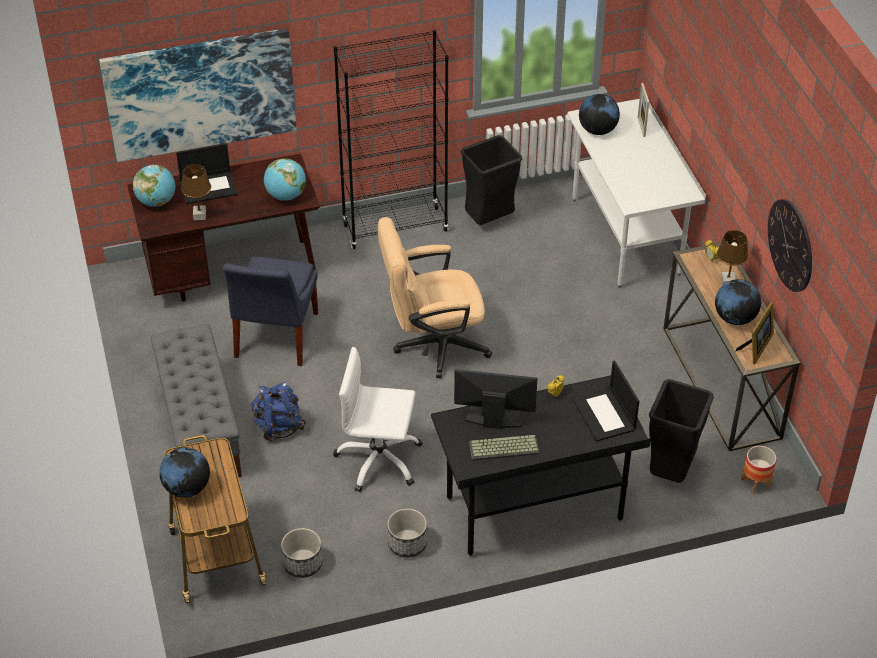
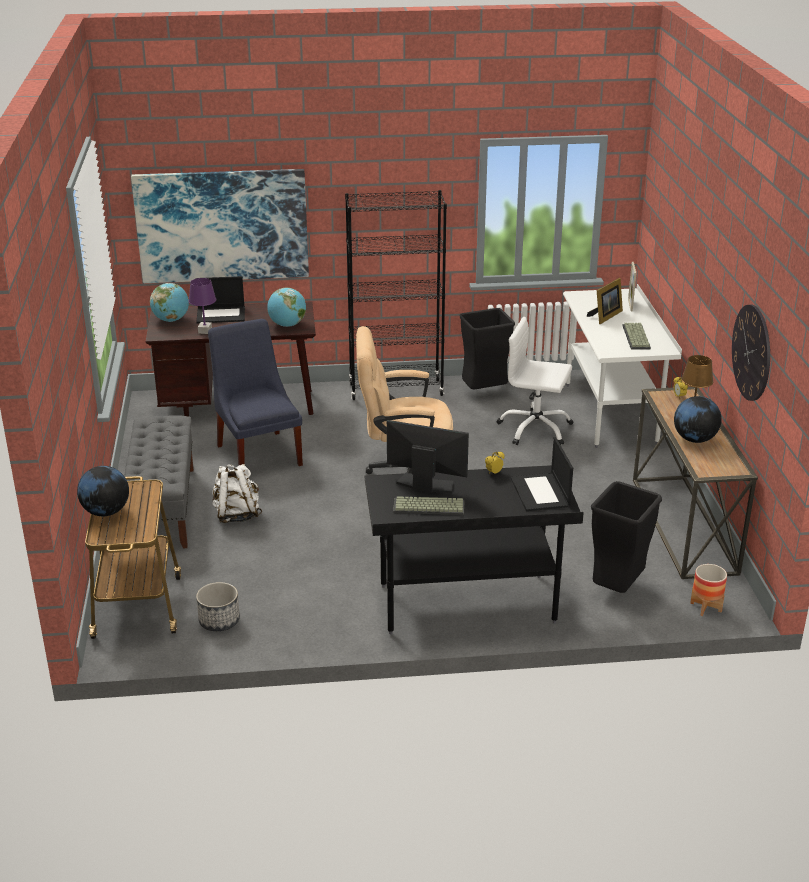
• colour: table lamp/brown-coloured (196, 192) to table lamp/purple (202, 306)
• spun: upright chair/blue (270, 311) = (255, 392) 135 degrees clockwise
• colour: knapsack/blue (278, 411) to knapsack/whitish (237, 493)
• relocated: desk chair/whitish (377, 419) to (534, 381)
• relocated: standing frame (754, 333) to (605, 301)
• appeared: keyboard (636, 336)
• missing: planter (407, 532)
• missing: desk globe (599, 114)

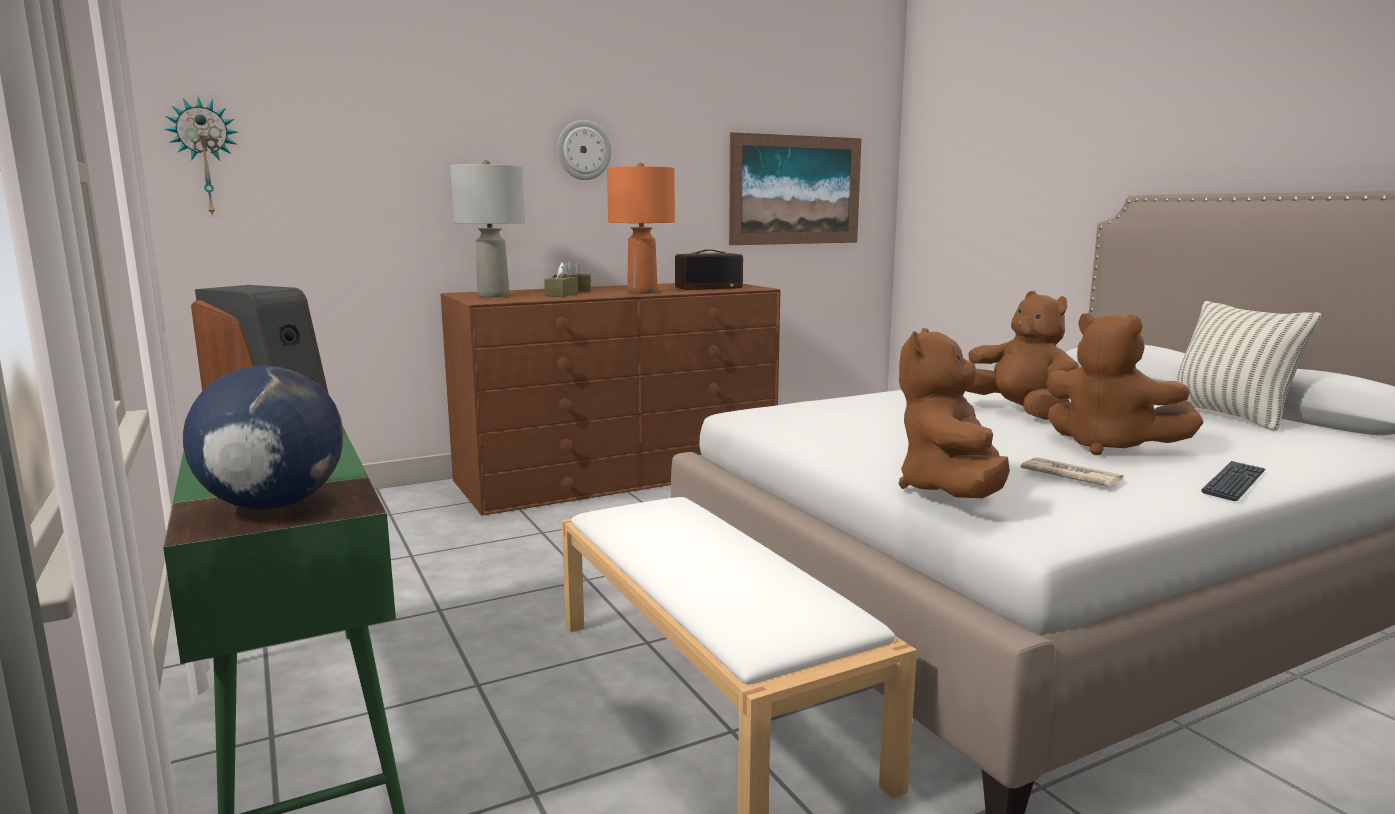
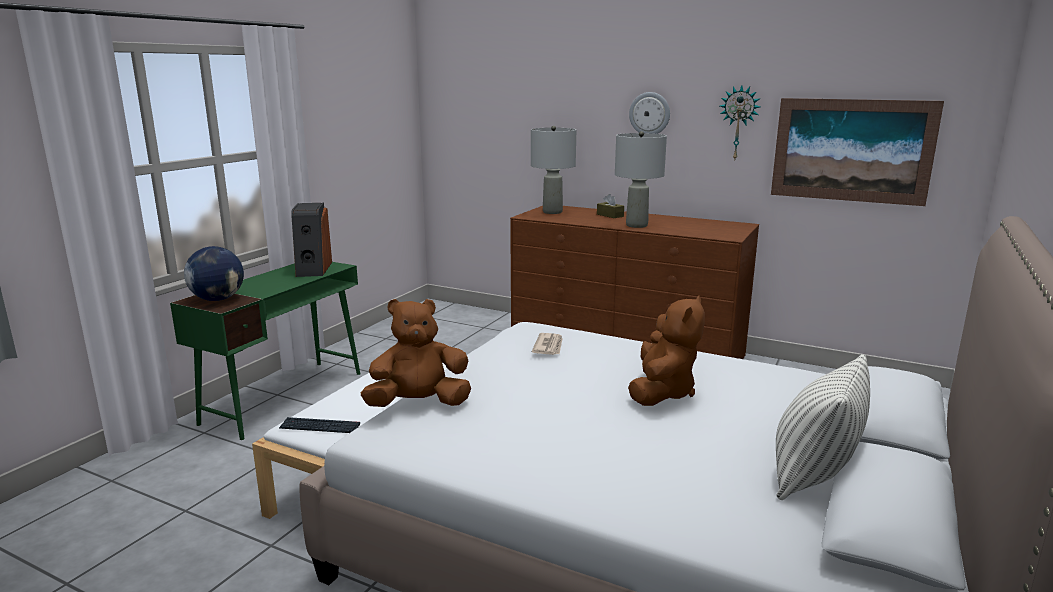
• relocated: keyboard (1233, 481) to (319, 425)
• relocated: newspaper (1072, 471) to (547, 344)
• colour: table lamp/orange (641, 228) to table lamp/grey (641, 179)
• relocated: hanging clock (200, 157) to (740, 122)
• missing: box of tissues/brown-coloured (561, 279)
• missing: radio (709, 269)
• missing: plush toy/brown-coloured (1125, 384)

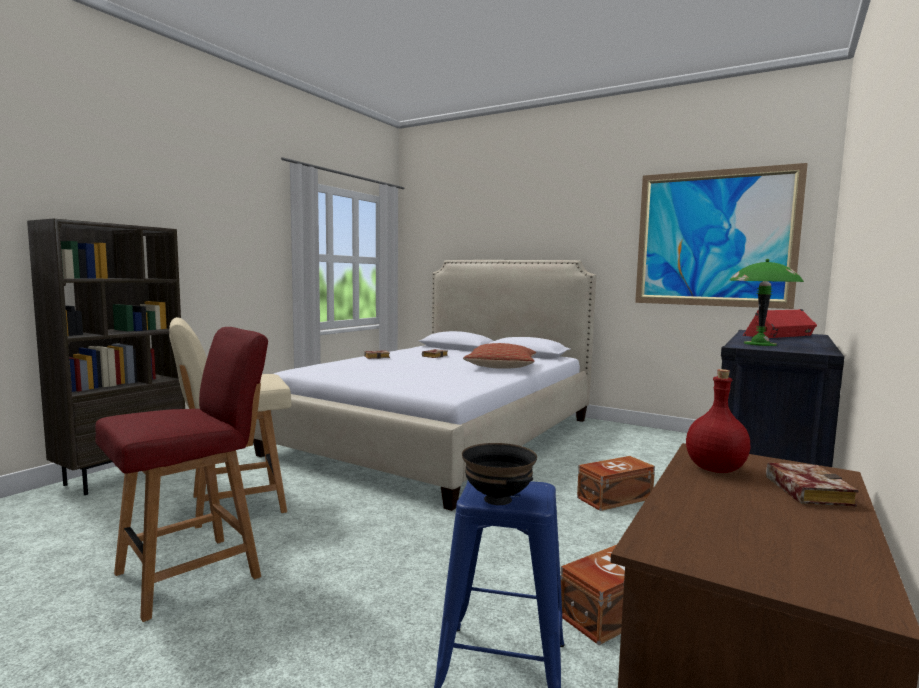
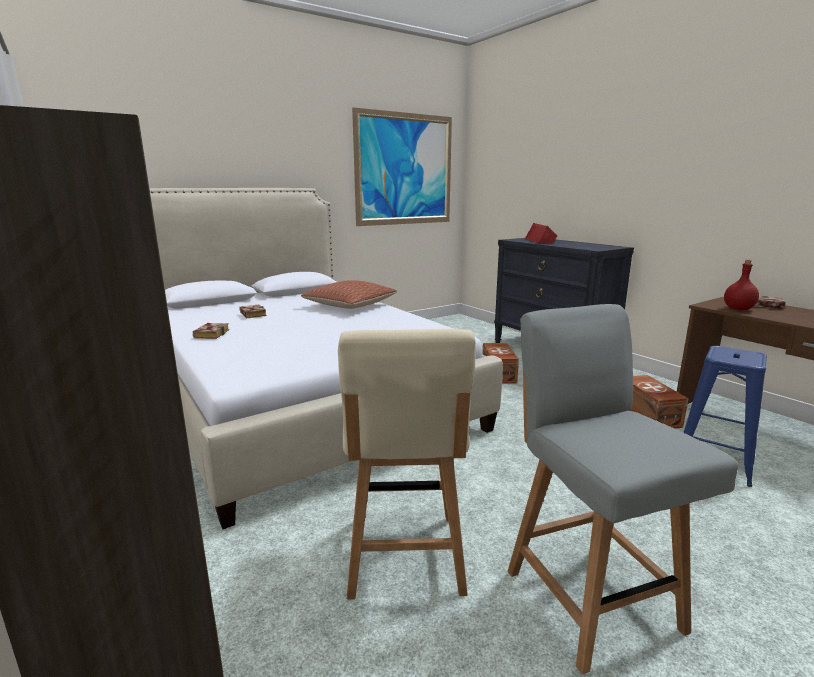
• colour: upright chair/red-coloured (181, 474) to upright chair/grey (623, 489)
• missing: bowl/black-coloured (499, 474)
• missing: table lamp/green-coloured (766, 302)

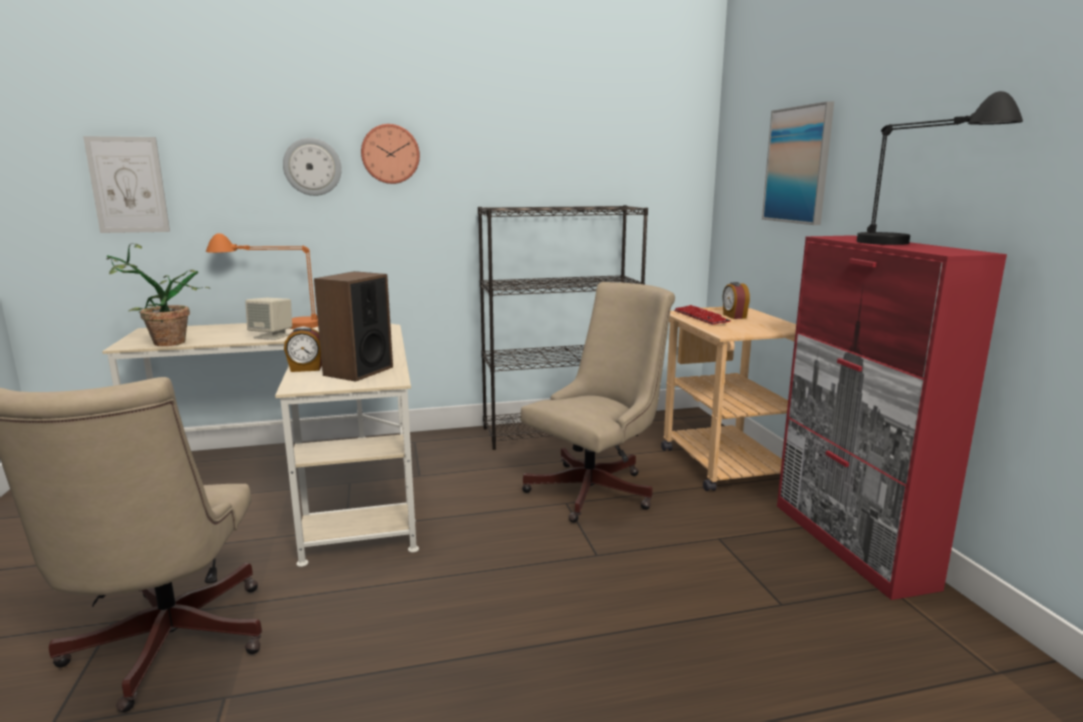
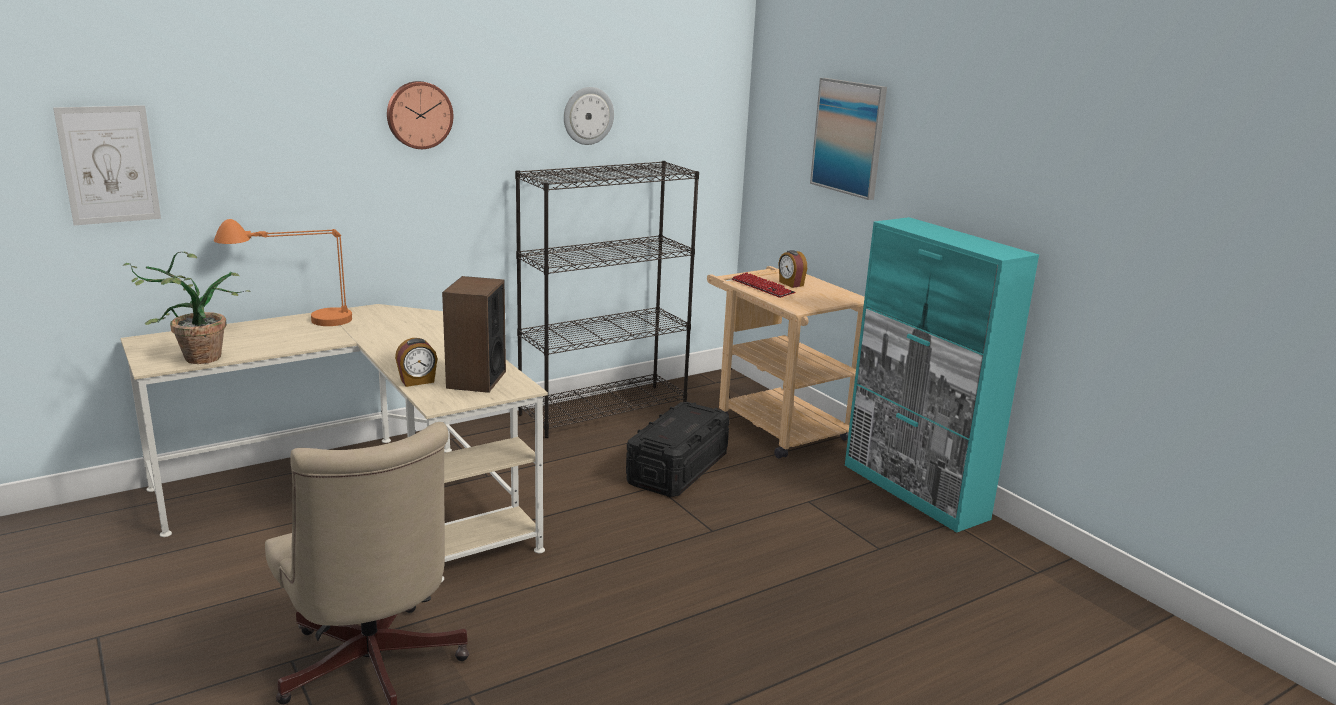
• relocated: hanging clock (312, 167) to (589, 116)
• exchanged: desk chair/sand-coloured (597, 402) to storage bin/black-coloured (678, 449)
• colour: storage cabinet/red-coloured (892, 417) to storage cabinet/turquoise-coloured (942, 375)
• missing: speaker/sand-coloured (268, 319)
• missing: table lamp/black-coloured (940, 168)

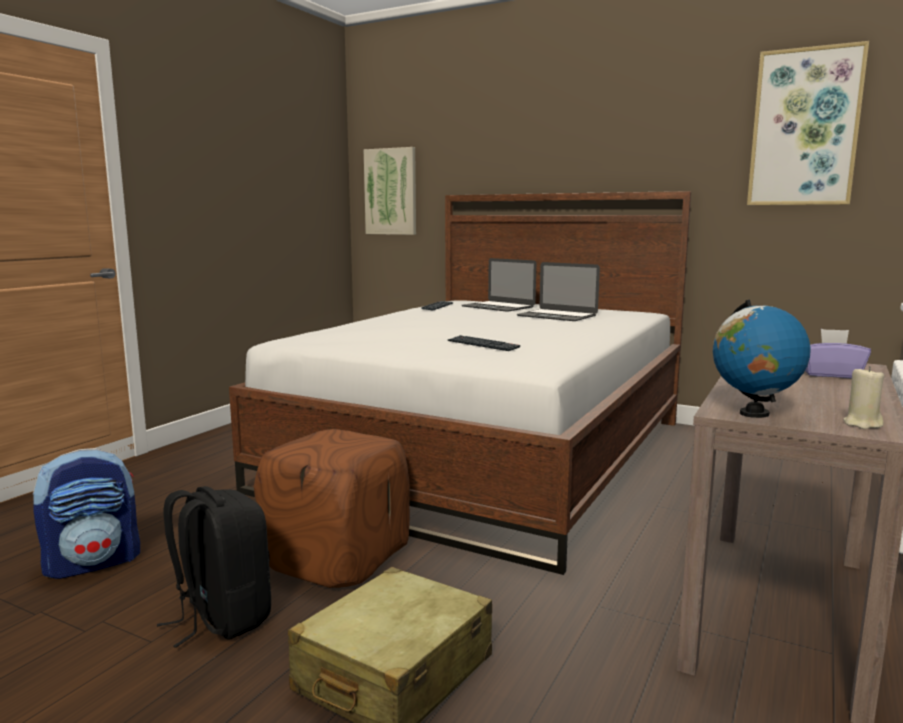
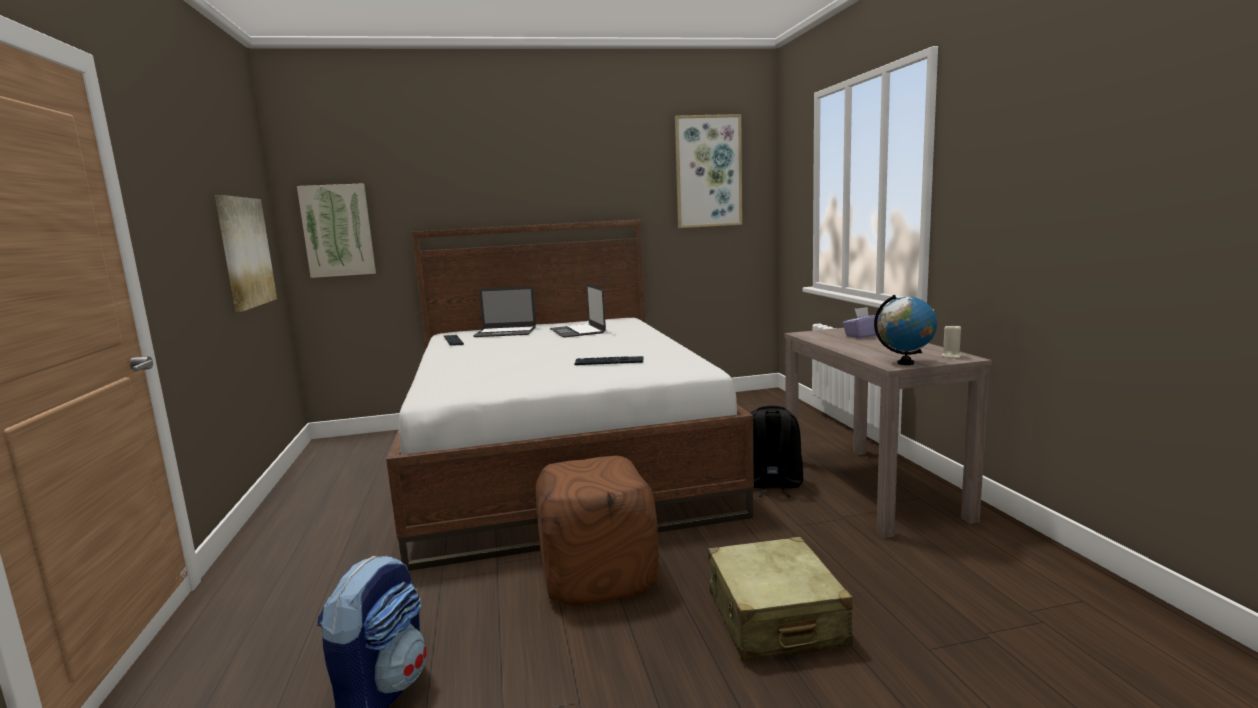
• appeared: wall art (246, 253)
• spun: laptop (558, 291) = (578, 310) 75 degrees clockwise
• relocated: knapsack/black-coloured (214, 567) to (776, 451)

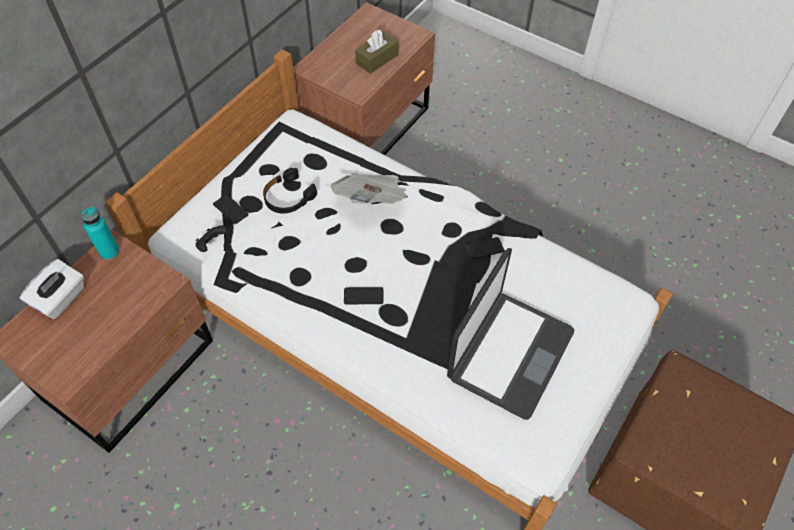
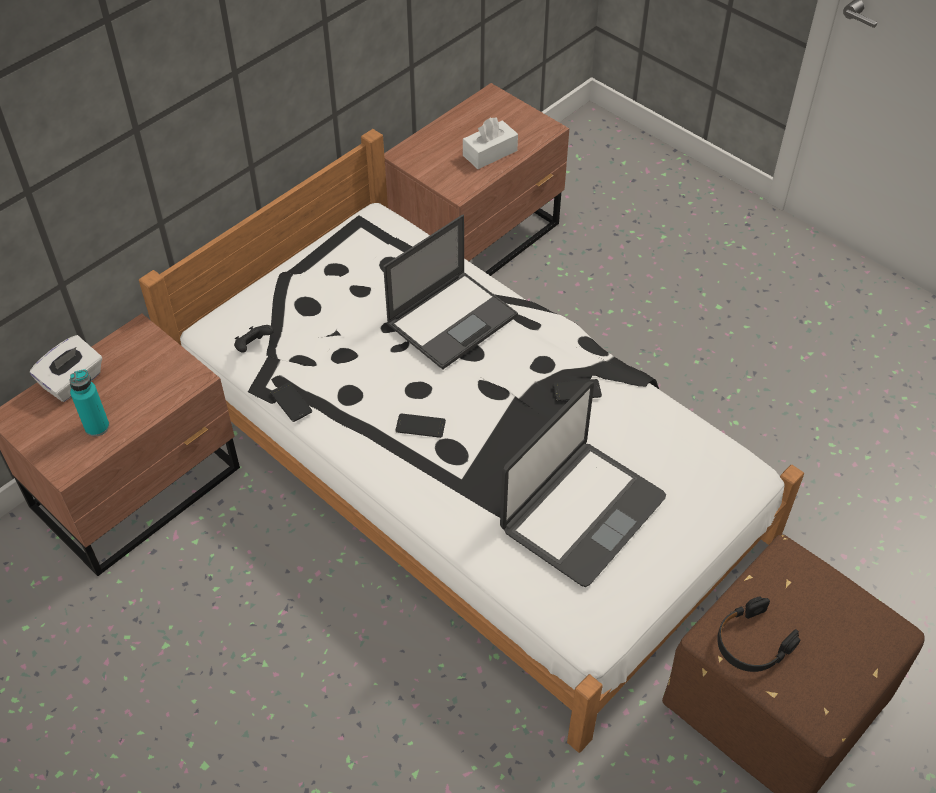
• relocated: drink bottle/turquoise-coloured (100, 233) to (89, 402)
• relocated: telephone (231, 209) to (291, 402)
• exchanged: newspaper (369, 188) to laptop (450, 292)
• colour: box of tissues/brown-coloured (377, 52) to box of tissues/whitish (490, 143)
• relocated: headphones/black-coloured (290, 191) to (758, 634)

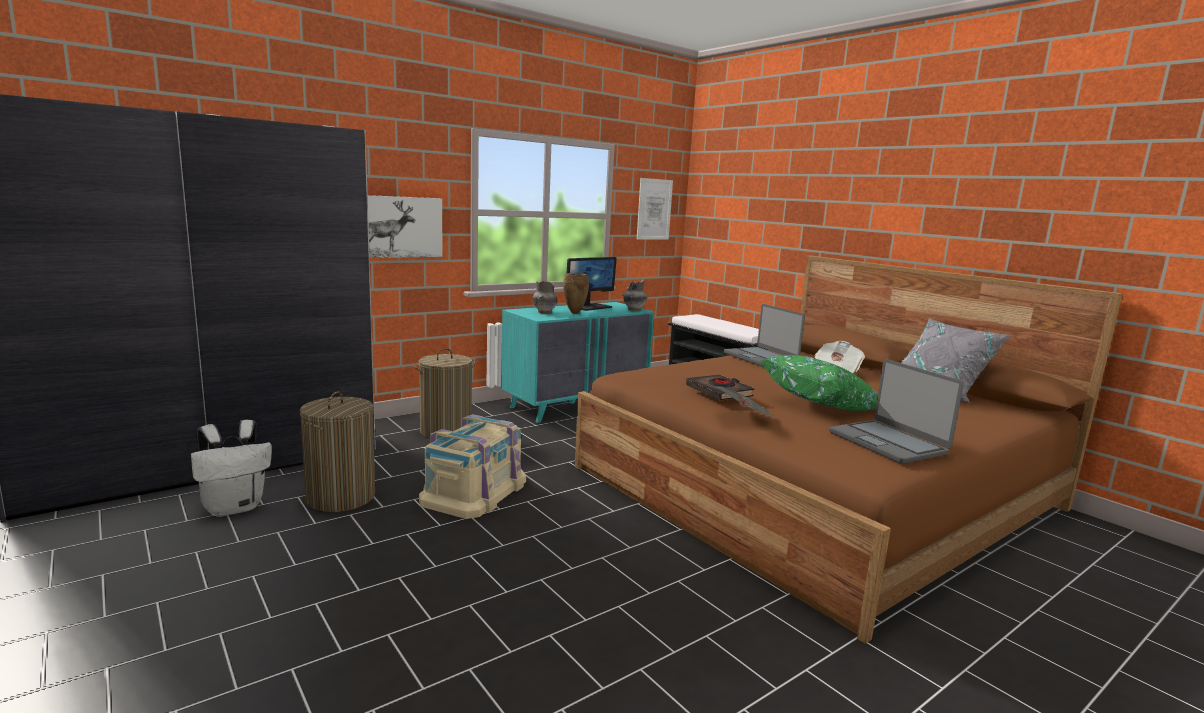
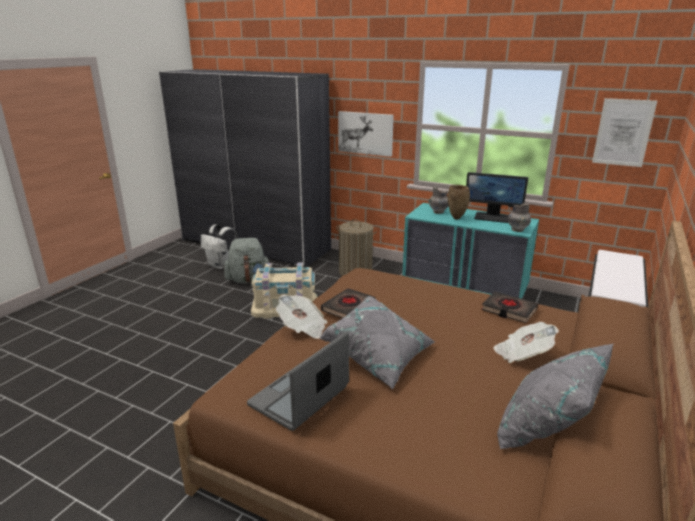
• exchanged: laundry basket (337, 451) to knapsack/grey (246, 260)
• colour: pillow/green-coloured (819, 383) to pillow/grey (377, 342)
• exchanged: laptop (764, 335) to bound book/black-coloured (509, 307)

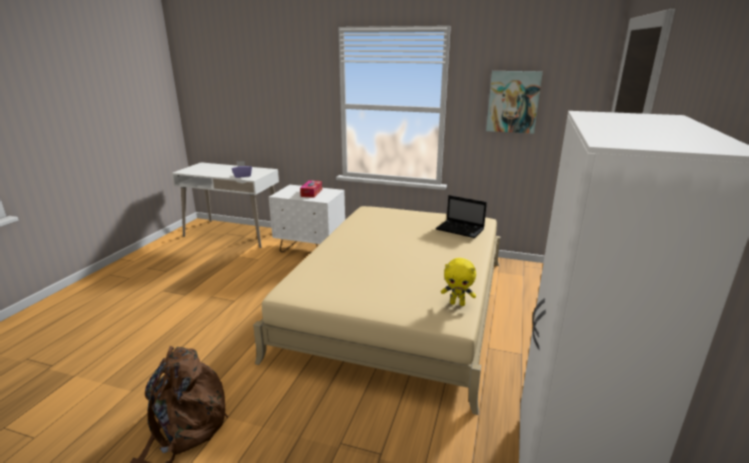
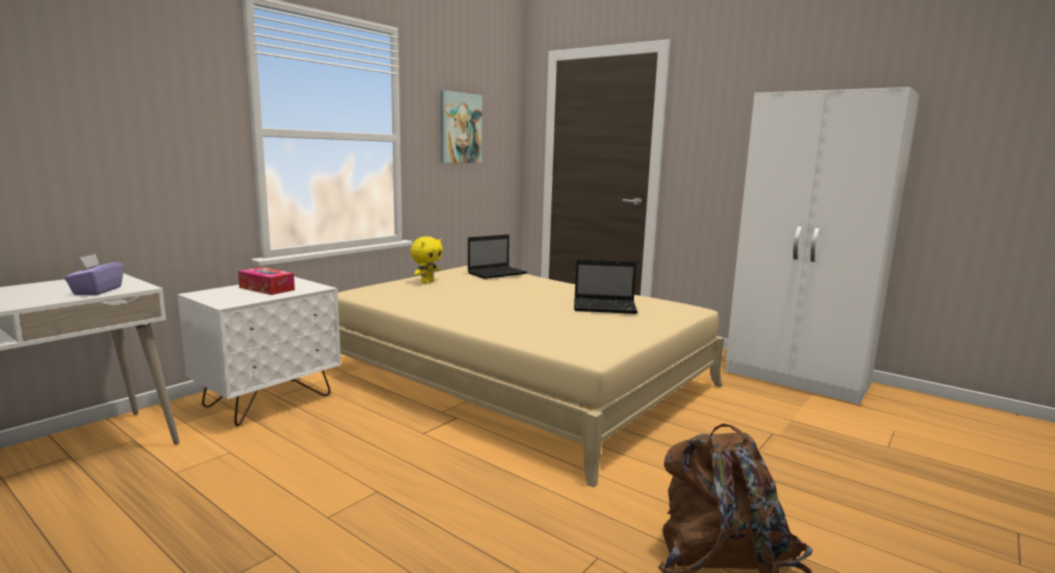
• relocated: plush toy/yellow (458, 282) to (426, 260)
• appeared: laptop (606, 286)

